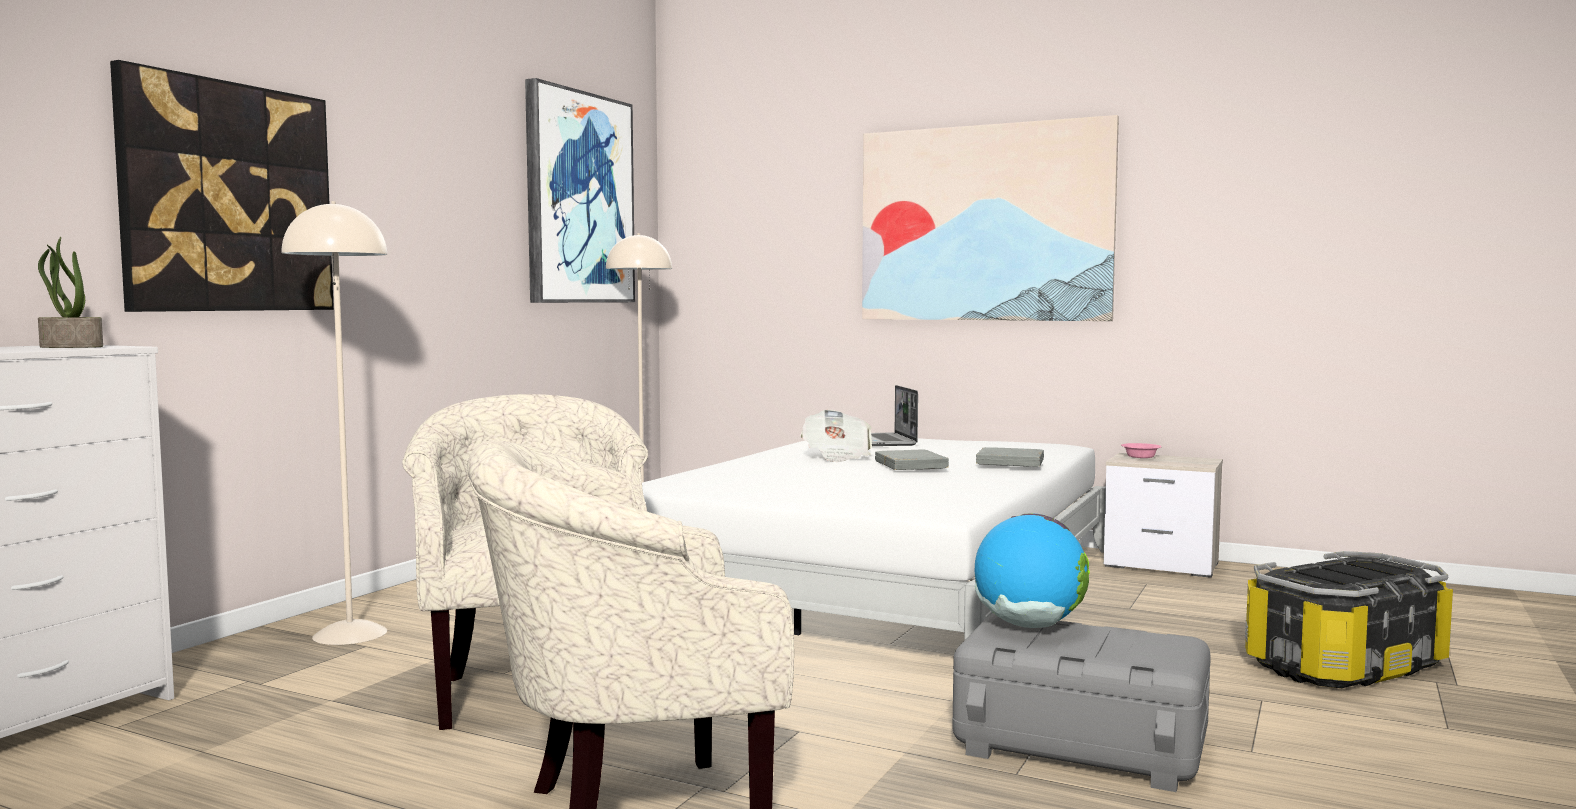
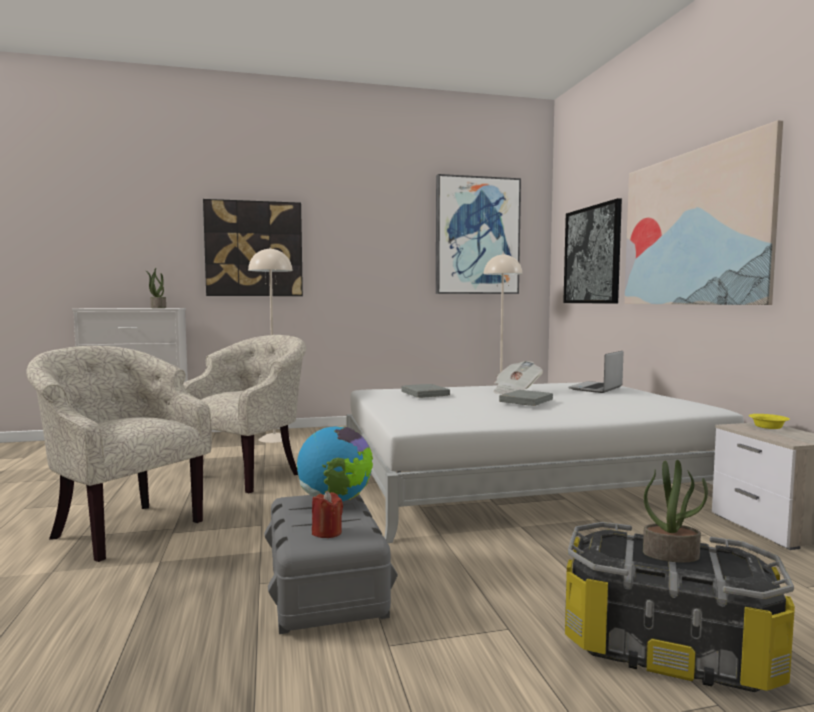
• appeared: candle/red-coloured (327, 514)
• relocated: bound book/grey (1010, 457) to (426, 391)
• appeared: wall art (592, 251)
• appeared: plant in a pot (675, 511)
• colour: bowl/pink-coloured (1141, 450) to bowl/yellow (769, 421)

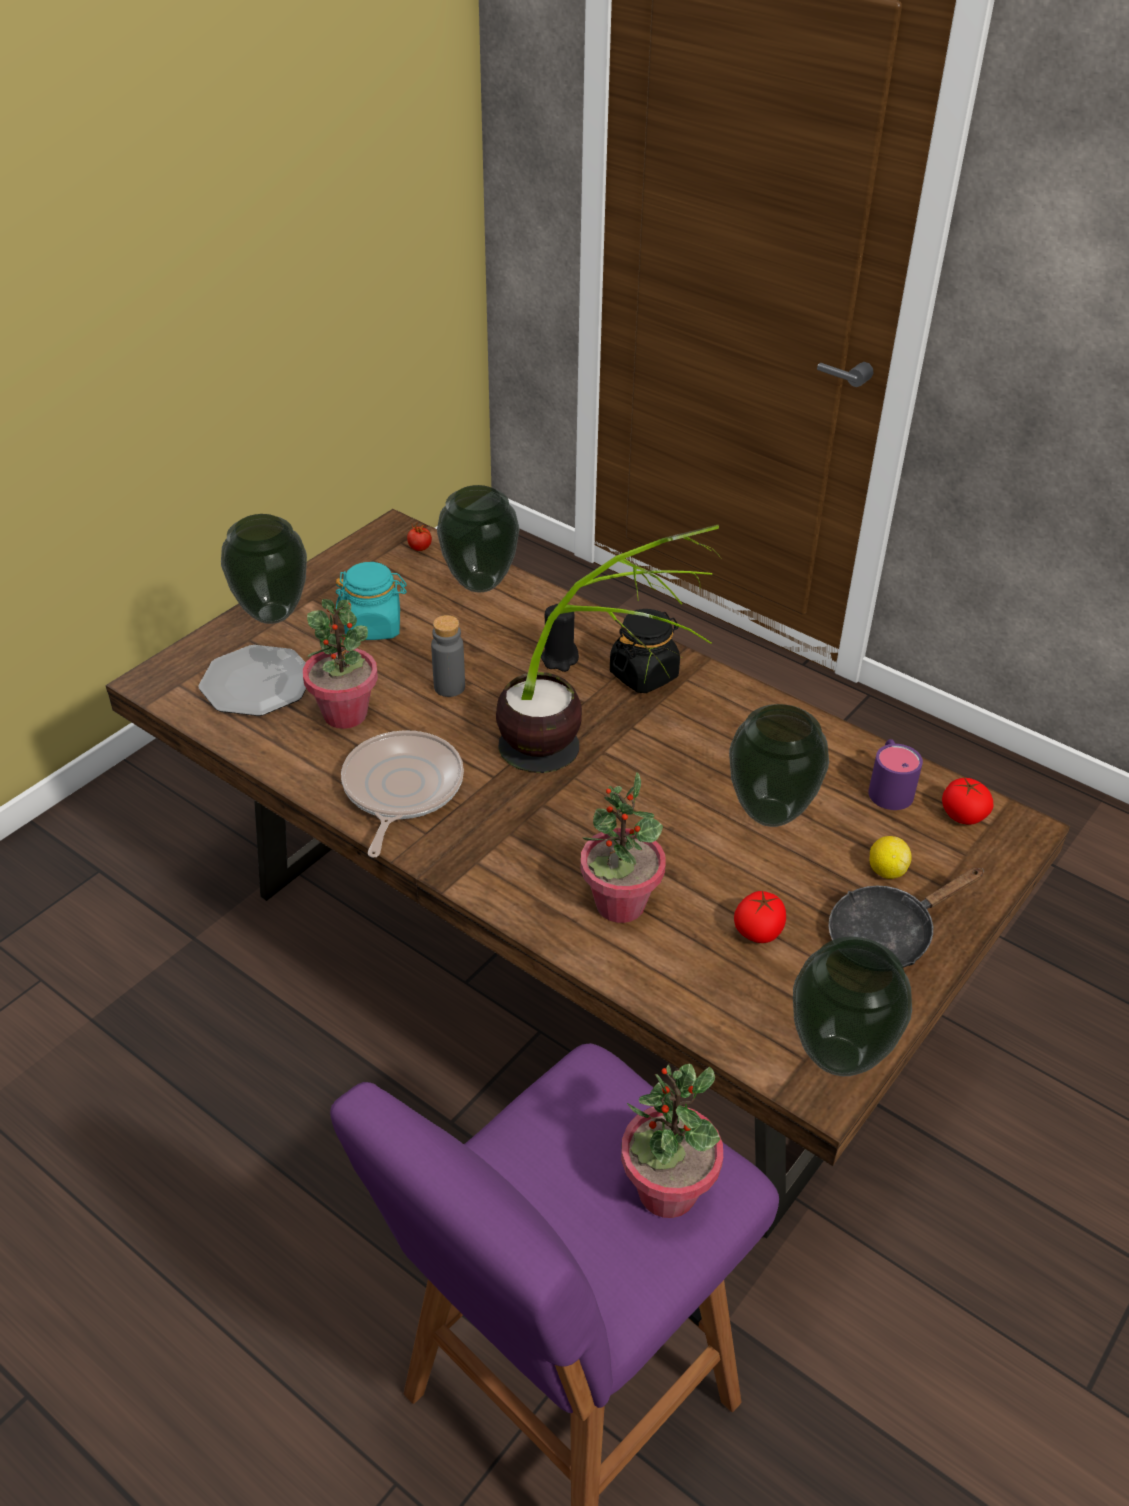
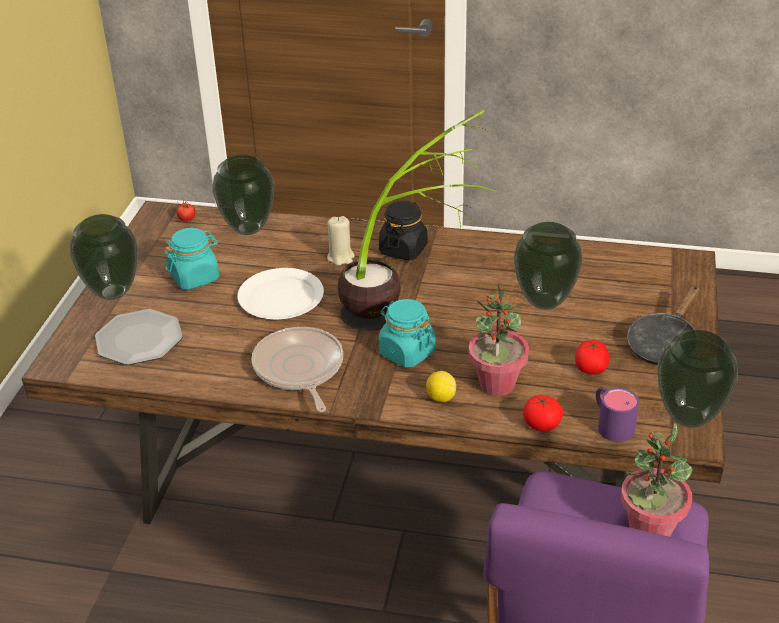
• exchanged: drink bottle/grey (448, 656) to plate/whitish (280, 293)
• colour: candle/black-coloured (560, 638) to candle/sand-coloured (341, 240)
• appeared: preserve jar/turquoise-coloured (407, 333)
• relocated: whole lemon (891, 857) to (441, 386)
• relocated: whole tomato (968, 801) to (543, 413)
• relocated: mug/purple (895, 774) to (617, 414)
• missing: plant in a pot (340, 664)

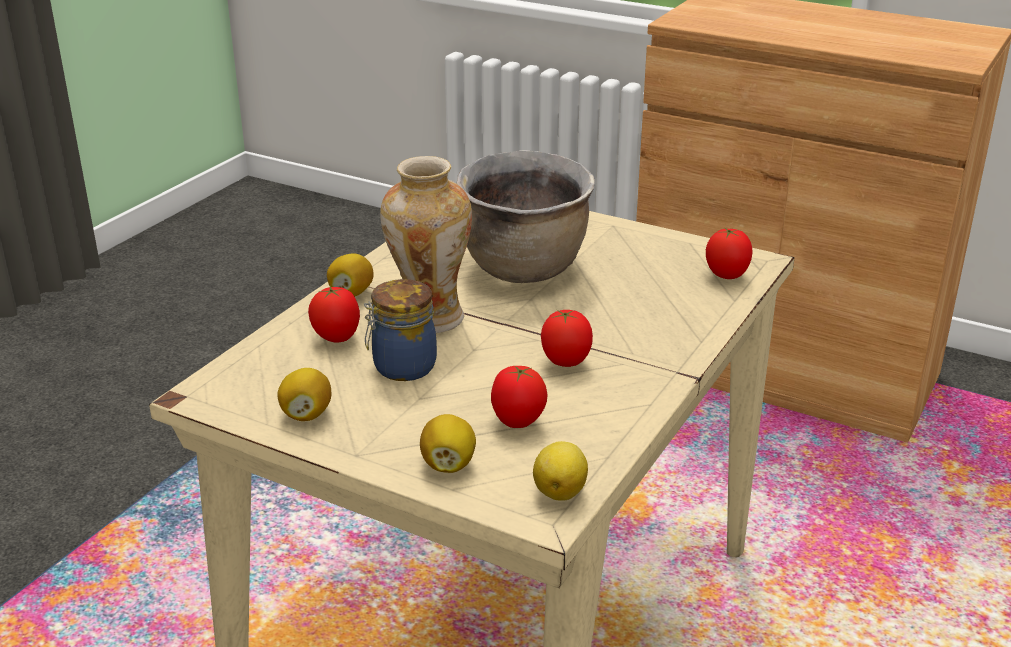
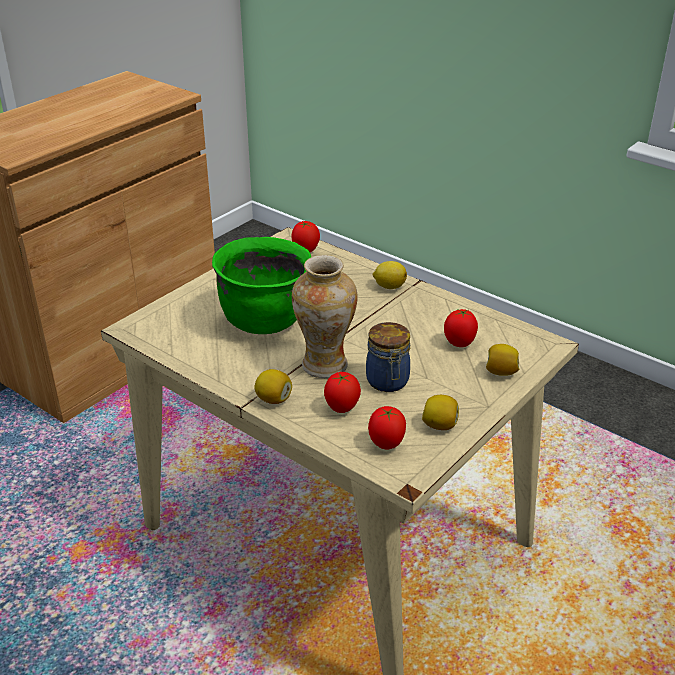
• colour: cooking pot/brown-coloured (526, 216) to cooking pot/green-coloured (261, 285)
• relocated: whole tomato (567, 338) to (387, 428)
• relocated: whole lemon (560, 471) to (390, 275)

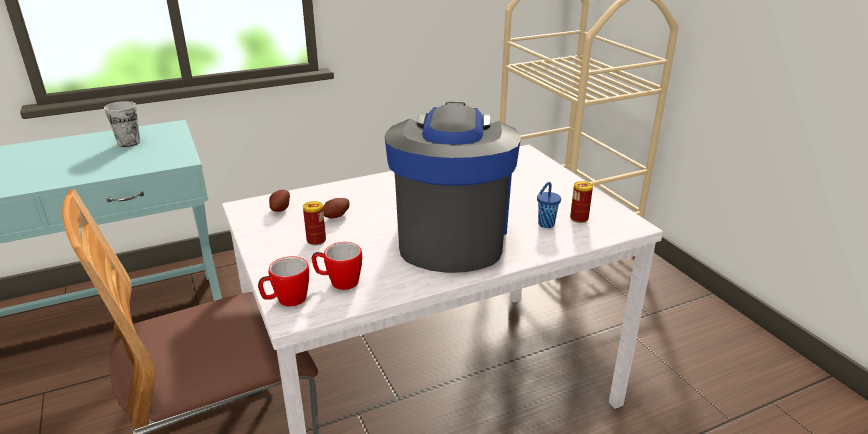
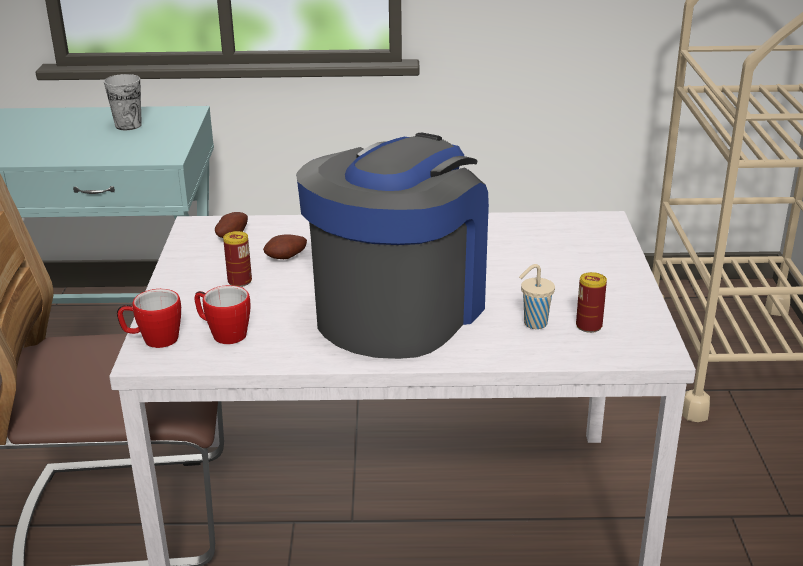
• colour: cup/blue (549, 205) to cup/sand-coloured (537, 296)

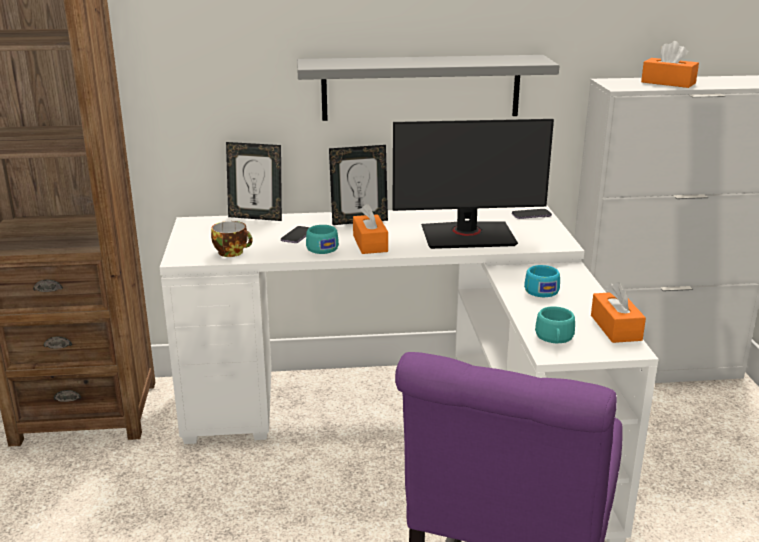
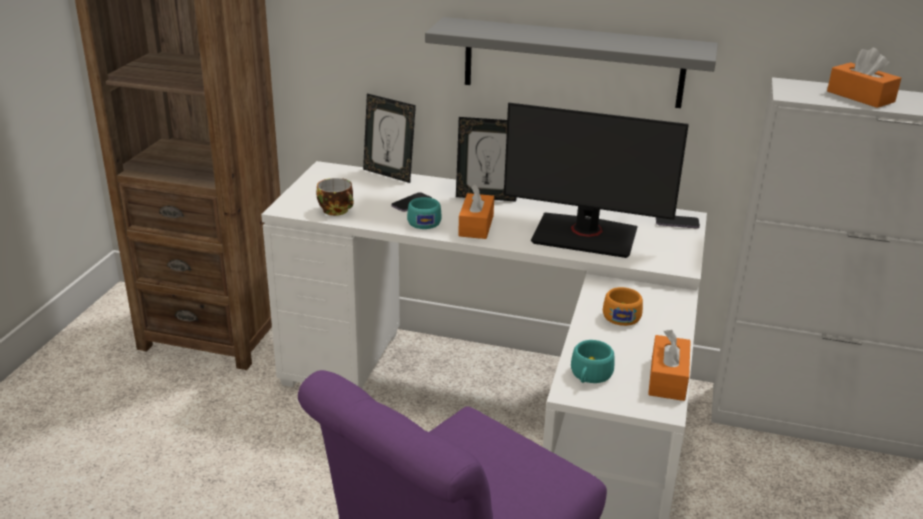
• colour: cup/turquoise-coloured (542, 281) to cup/orange (623, 306)

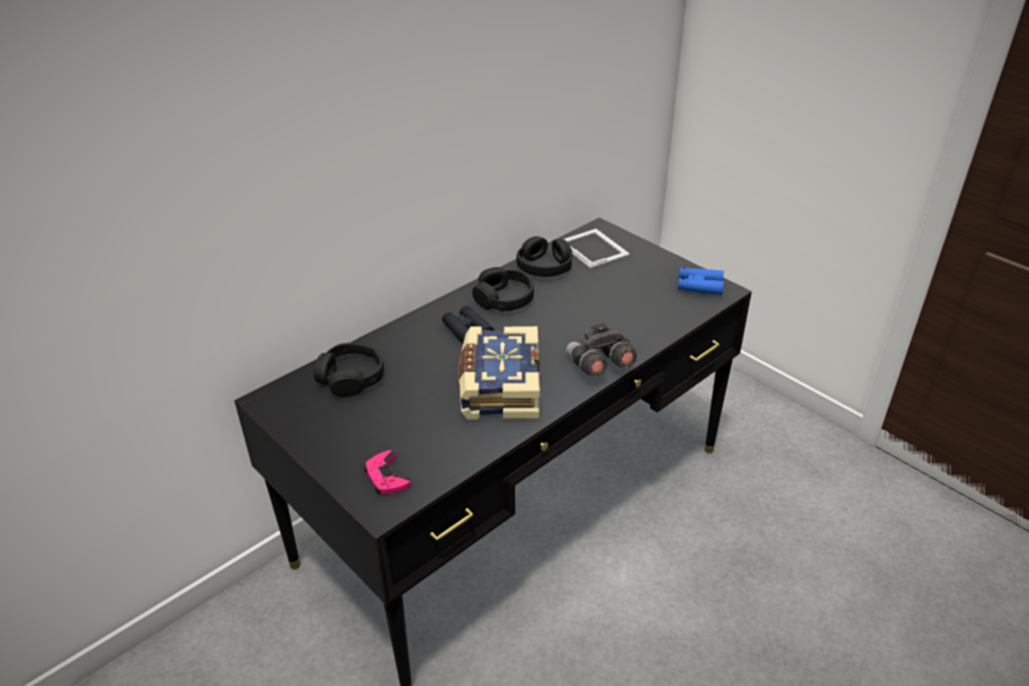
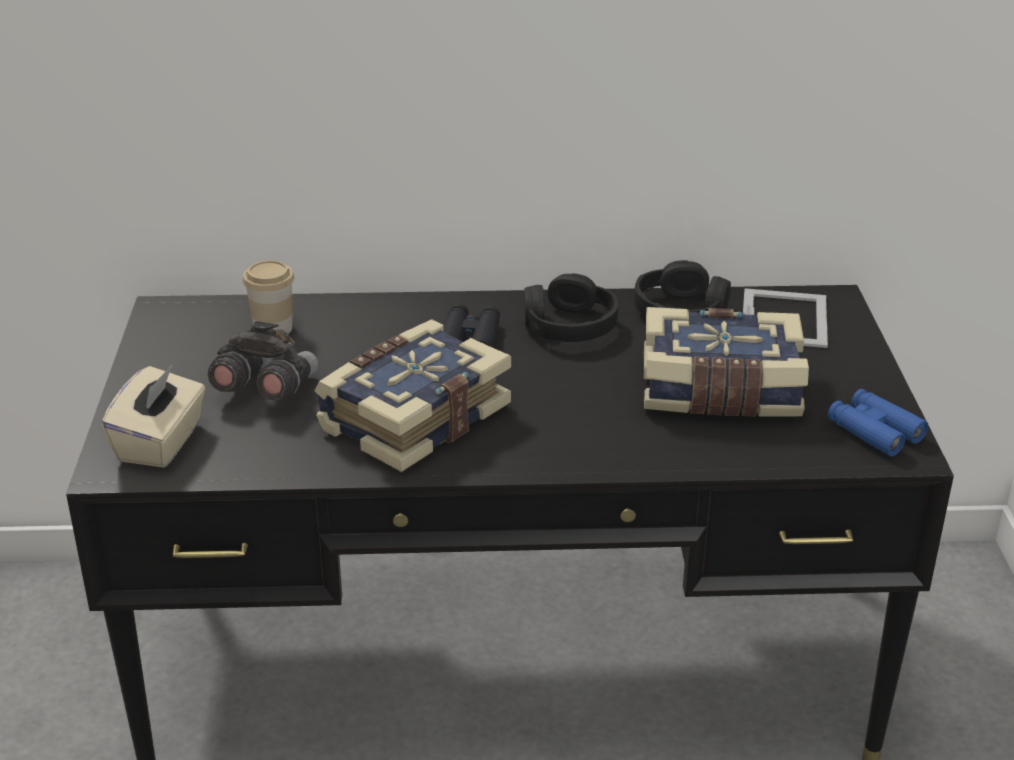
• exchanged: joypad/pink-coloured (387, 472) to box of tissues/sand-coloured (153, 416)
• relocated: field glasses/grey (601, 350) to (263, 361)
• exchanged: headphones/black-coloured (349, 369) to cup (268, 297)
• appeared: bound book (726, 361)

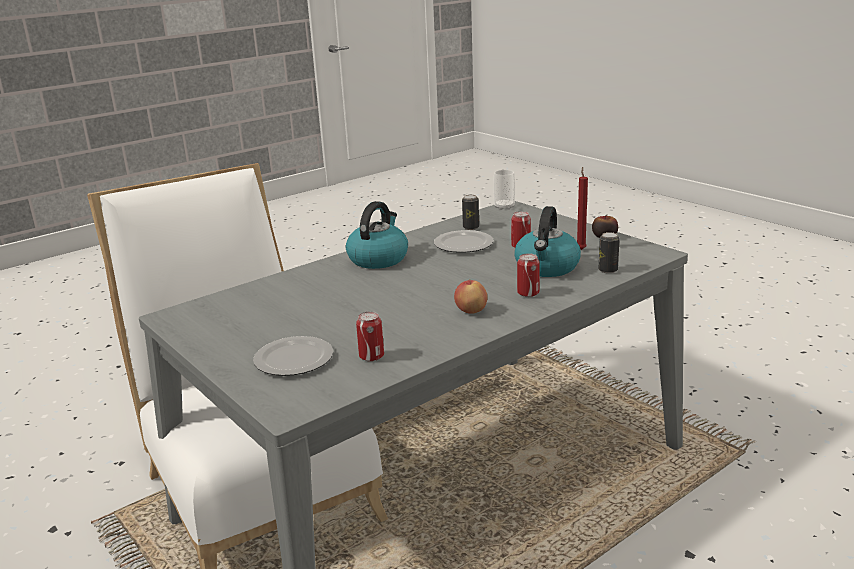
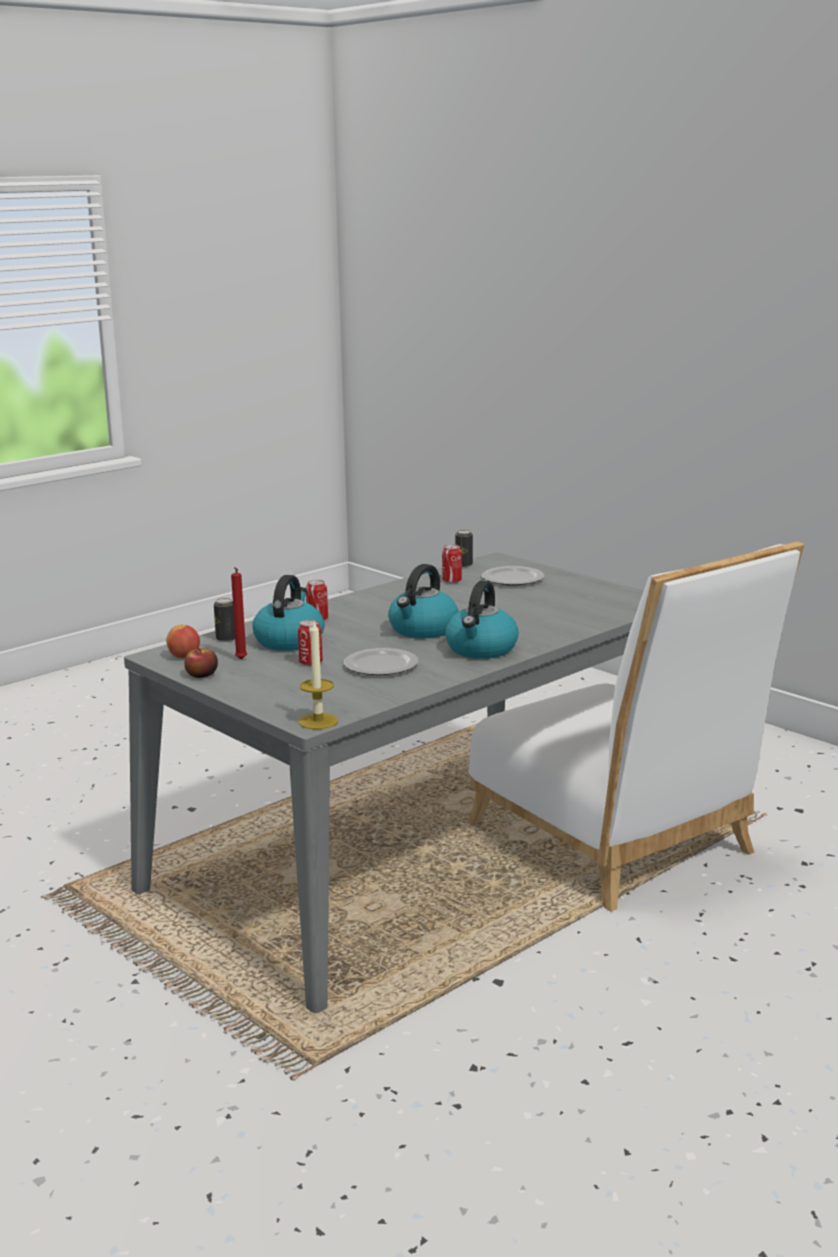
• relocated: apple (471, 297) to (183, 641)
• exchanged: cup (504, 190) to candle (318, 676)
• appeared: kettle (423, 601)
• relocated: sealed can (470, 212) to (464, 548)

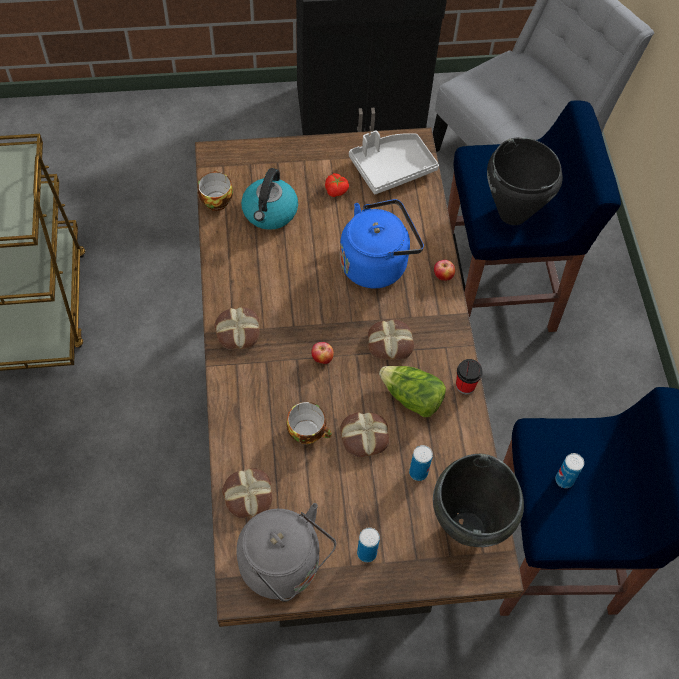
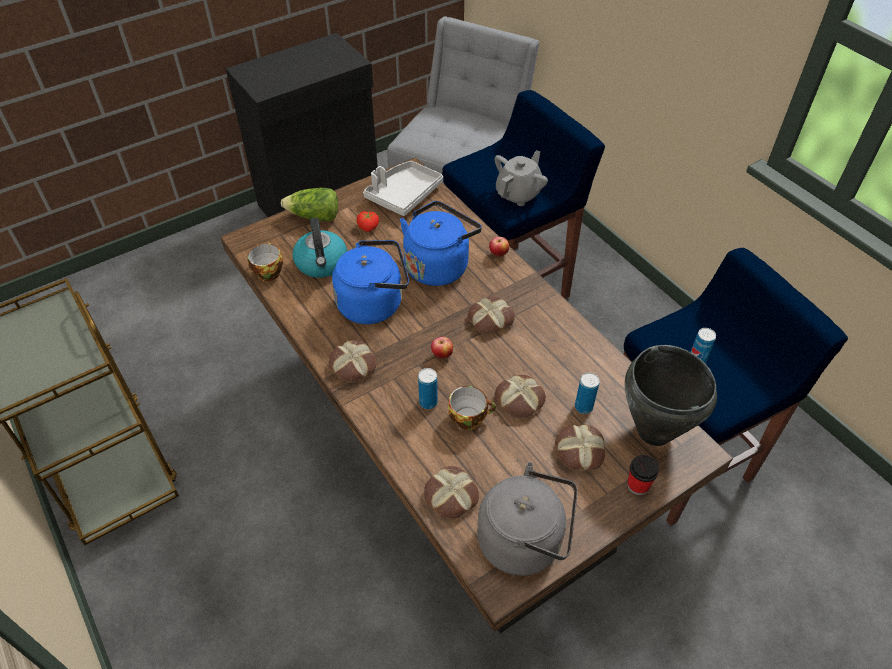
• relocated: lettuce (412, 391) to (309, 205)
• appeared: kettle/blue (370, 282)
• relocated: sealed can (368, 544) to (428, 388)
• exchanged: cooking pot/black-coloured (525, 181) to teapot/grey (521, 178)
• appeared: bakery bread (580, 447)
• relocated: cup (469, 376) to (643, 475)

